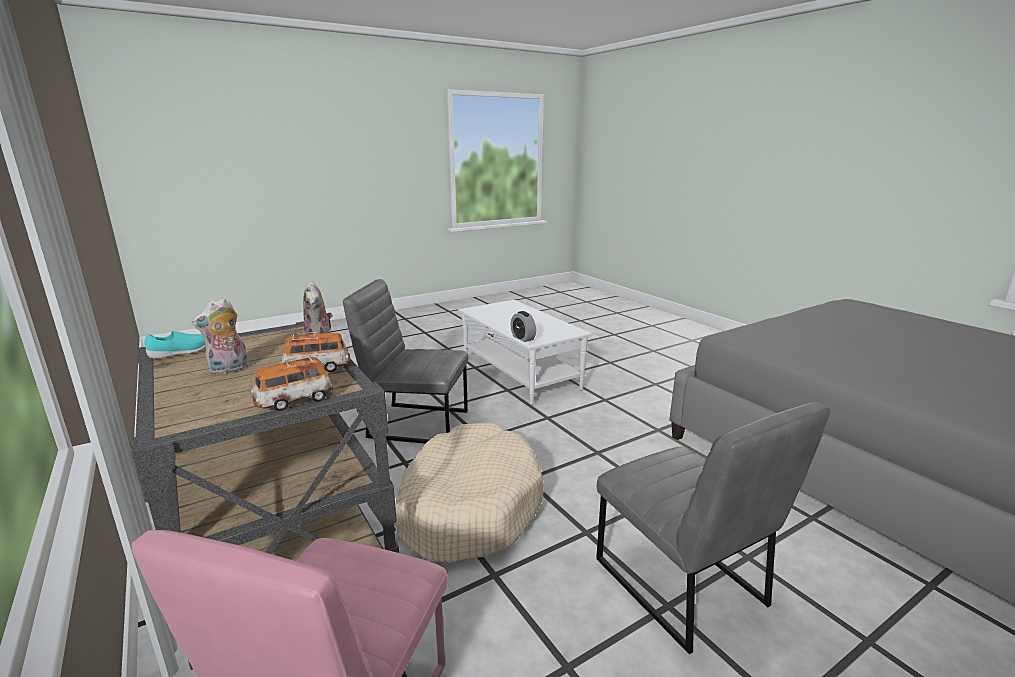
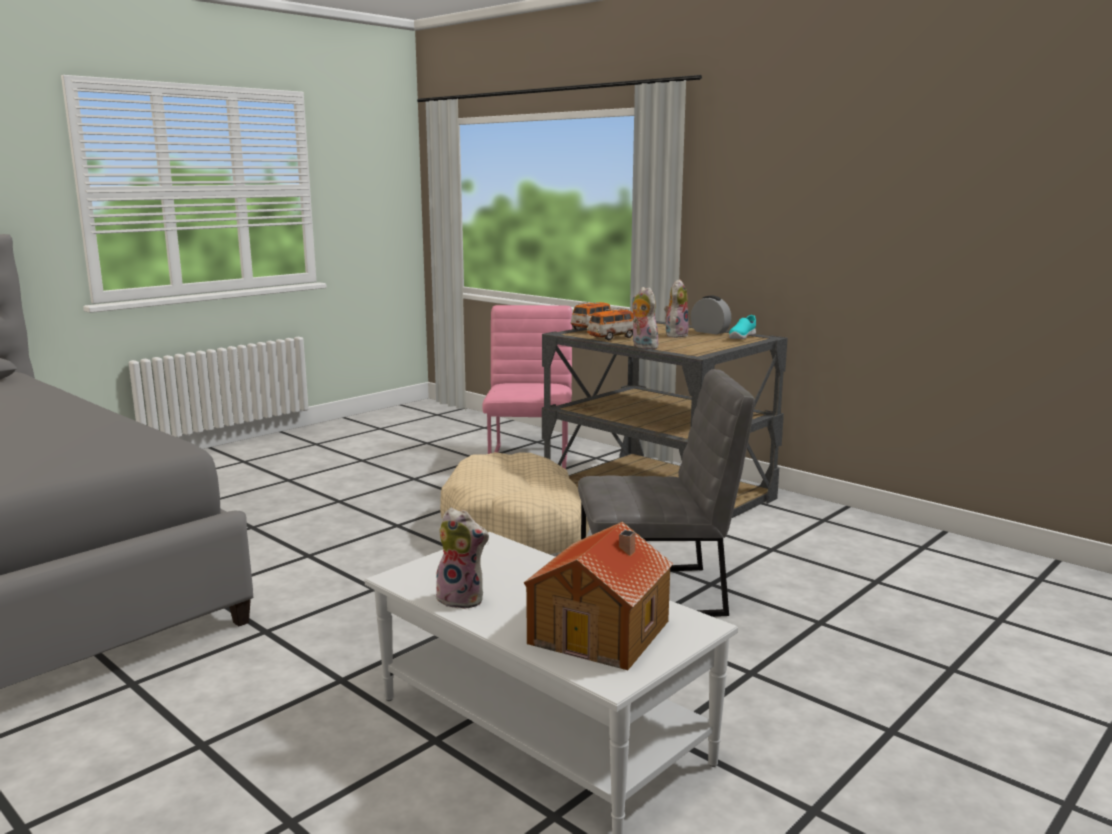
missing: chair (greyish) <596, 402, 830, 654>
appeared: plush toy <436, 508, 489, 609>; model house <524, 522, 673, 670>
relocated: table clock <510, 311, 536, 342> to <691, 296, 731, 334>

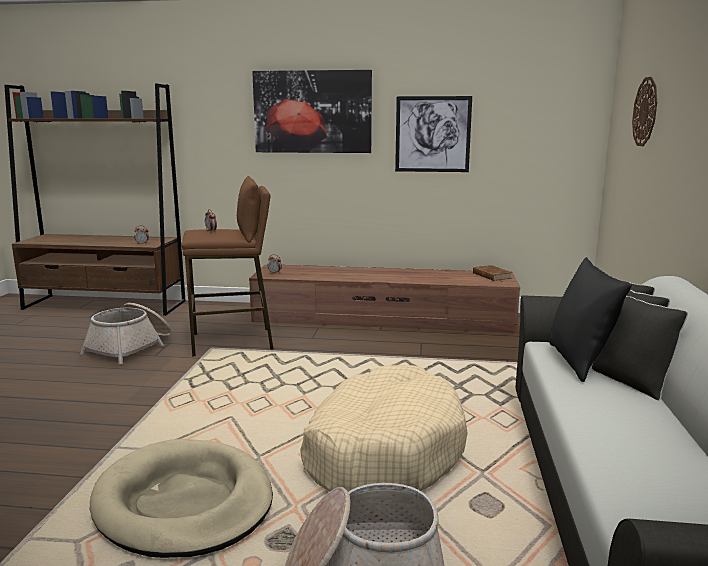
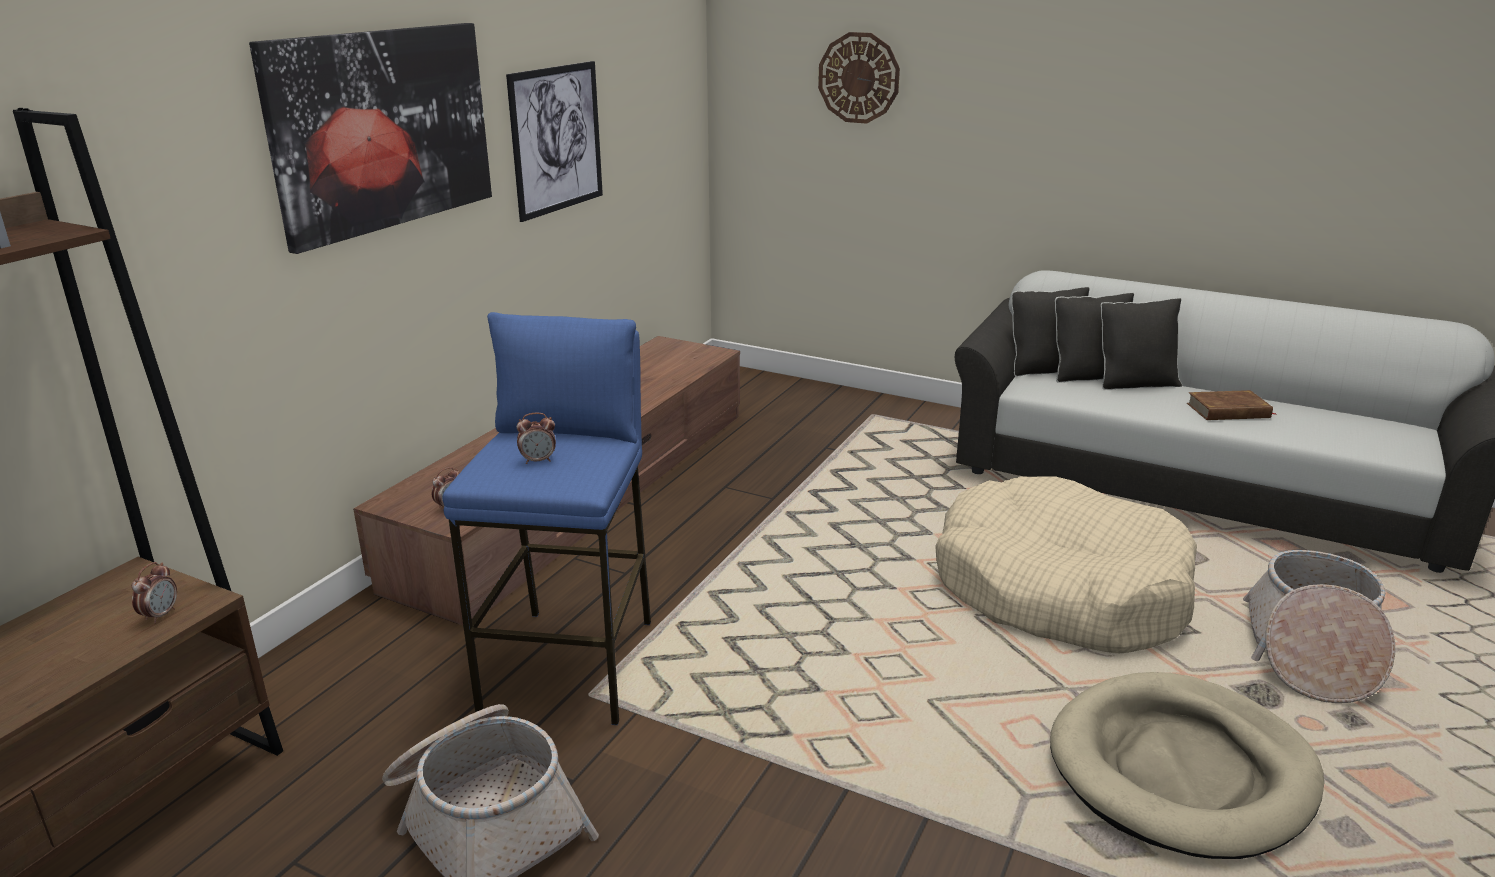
missing: pillow (black-coloured) <550, 257, 632, 382>
relocated: volume (brown) <473, 265, 513, 282> to <1187, 390, 1277, 420>
colour: stool (brown) <181, 176, 273, 357> to stool (bluish) <443, 312, 651, 725>

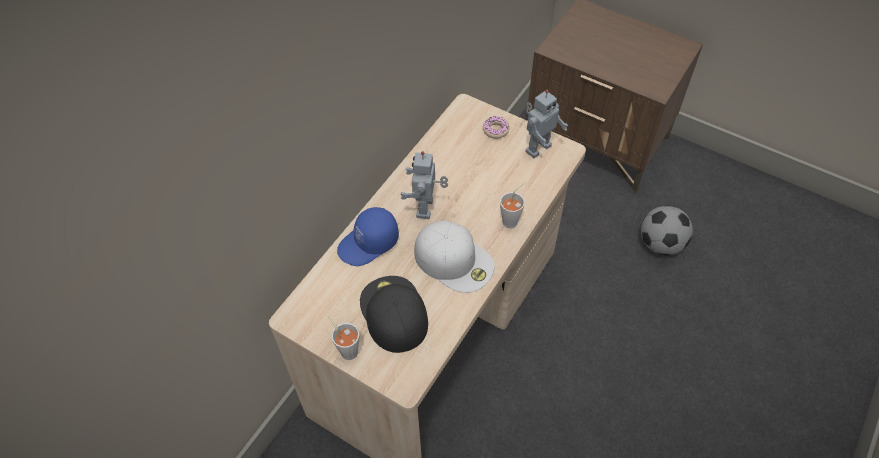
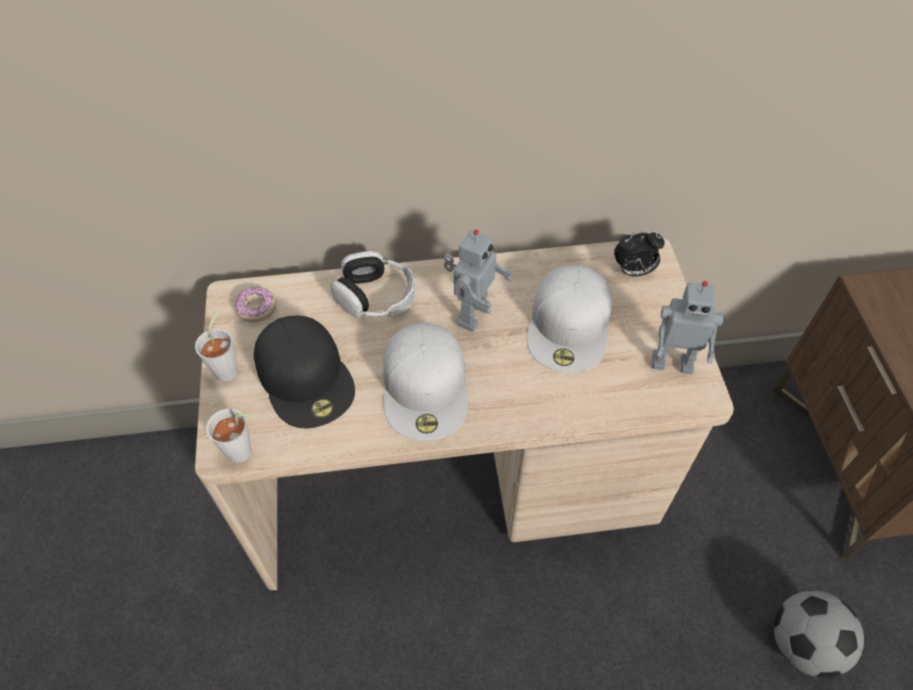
appeared: cap (white-coloured) <527, 265, 612, 373>; table clock <614, 231, 665, 277>
relocated: donut <483, 116, 510, 139> to <235, 287, 276, 322>; drinking cup (greyish) <500, 182, 525, 228> to <206, 408, 258, 463>
exchanged: cap (bluish) <337, 207, 399, 266> to headset <330, 251, 416, 318>
spun: cap (black-coloured) <360, 276, 428, 353> = <254, 315, 355, 428> 120 degrees clockwise; toy robot <400, 151, 448, 219> = <444, 230, 513, 332> 150 degrees clockwise

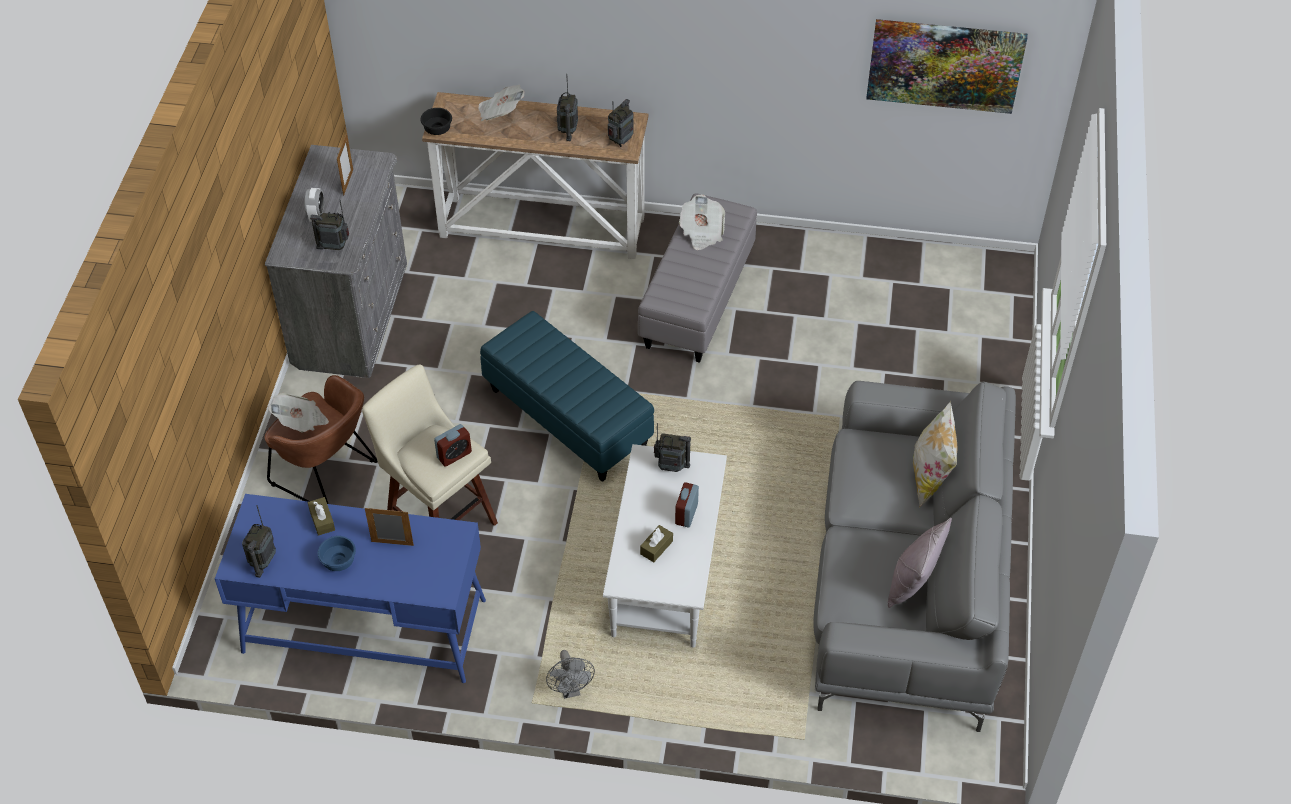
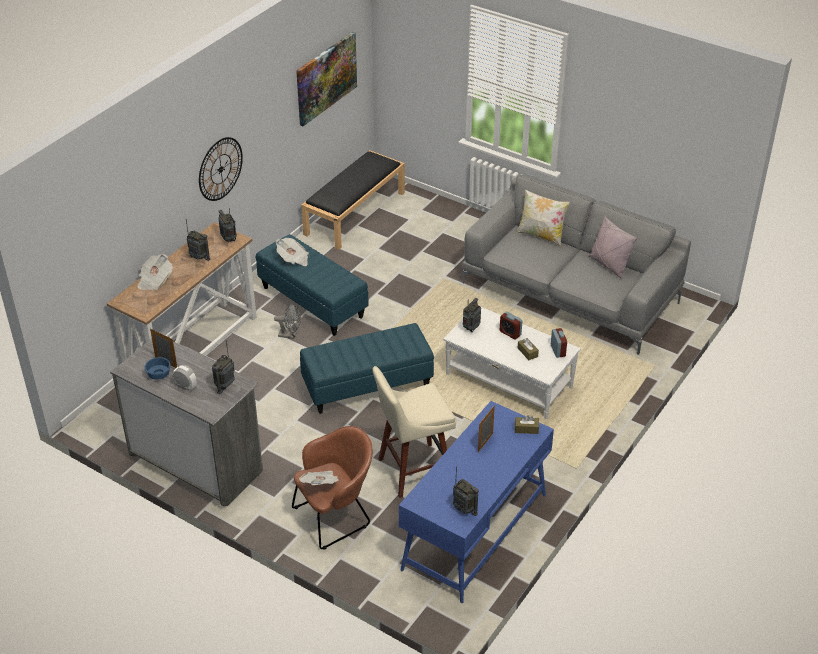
missing: serving bowl (black-coloured) <420, 108, 452, 135>
appeared: hanging clock <199, 137, 243, 201>; bench (black-coloured) <301, 150, 405, 250>
relocated: tissue box (brown) <307, 497, 335, 536> to <515, 415, 539, 434>; serving bowl (bluish) <318, 536, 356, 571> to <144, 357, 171, 380>; table clock <434, 424, 472, 467> to <551, 328, 567, 358>; electric fan (greyish) <546, 650, 595, 699> to <274, 304, 301, 339>
colour: footrest (greyish) <638, 193, 757, 363> to footrest (bluish) <256, 234, 369, 336>

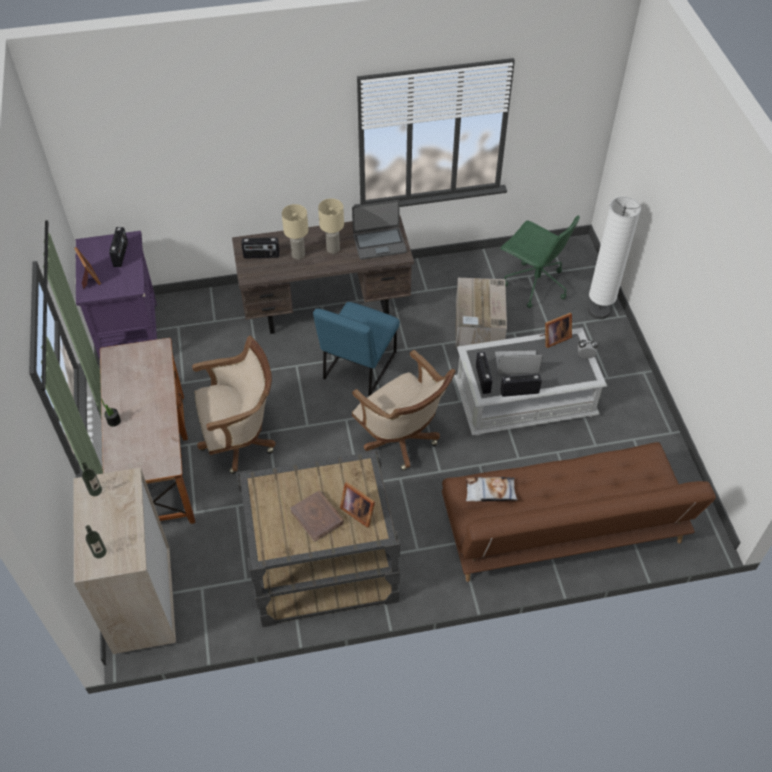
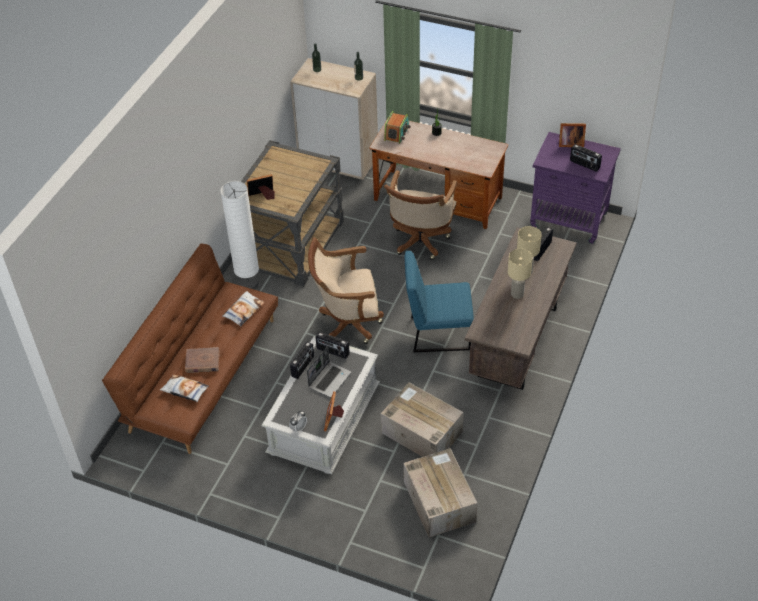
missing: portable computer <352, 200, 407, 260>
appeared: pillow <160, 374, 209, 402>; radio <384, 111, 411, 144>
relocated: volume (brown) <290, 490, 344, 542> to <185, 347, 219, 373>; standard lamp (white-coloured) <588, 197, 641, 319> to <220, 181, 259, 289>
exchanged: office chair (greenish) <500, 215, 580, 308> to cardboard box <404, 448, 477, 538>
spun: chair (bluish) <313, 302, 400, 396> = <405, 251, 474, 352> 60 degrees counterclockwise

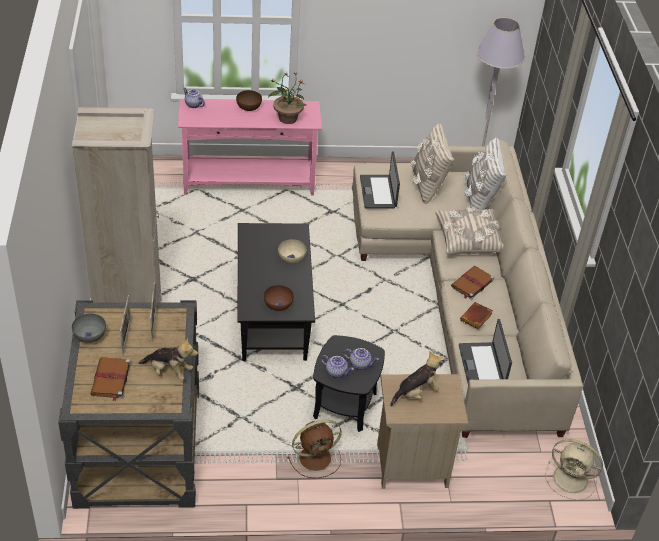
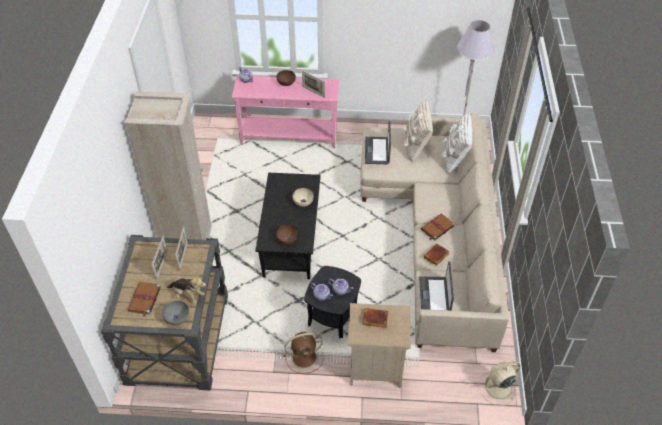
missing: pillow (beige) <435, 206, 504, 255>
relocated: serving bowl (greyish) <72, 313, 106, 343> to <162, 301, 189, 325>
exchanged: potted plant <268, 72, 306, 124> to photo frame <302, 71, 325, 98>; plush toy <390, 351, 443, 406> to volume (brown) <362, 308, 389, 328>
spun: electric fan (beige) <545, 439, 603, 500> = <478, 361, 520, 406> 120 degrees clockwise

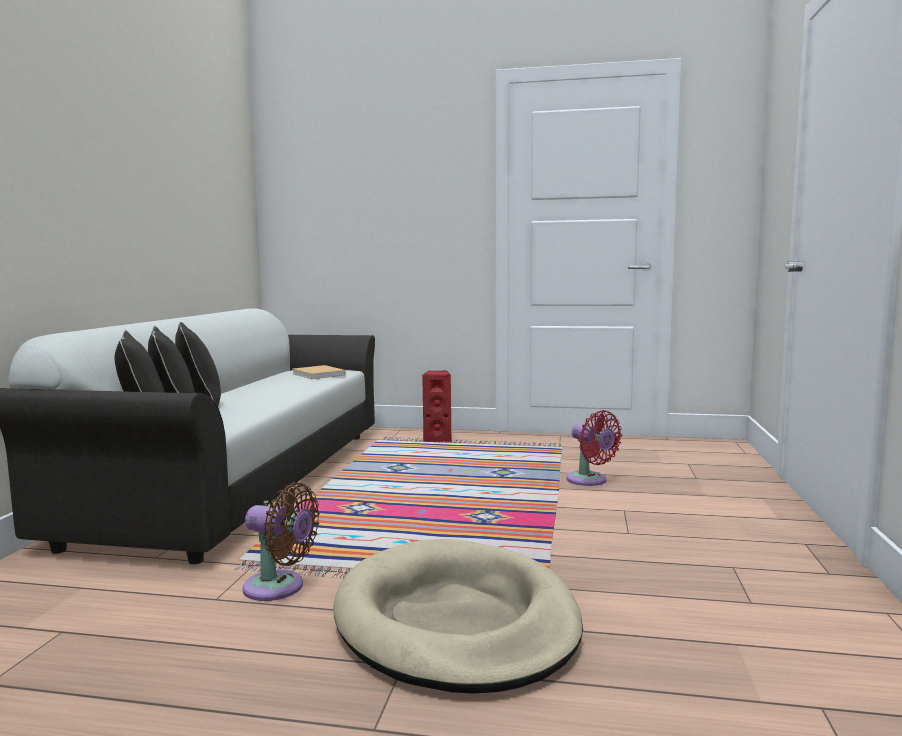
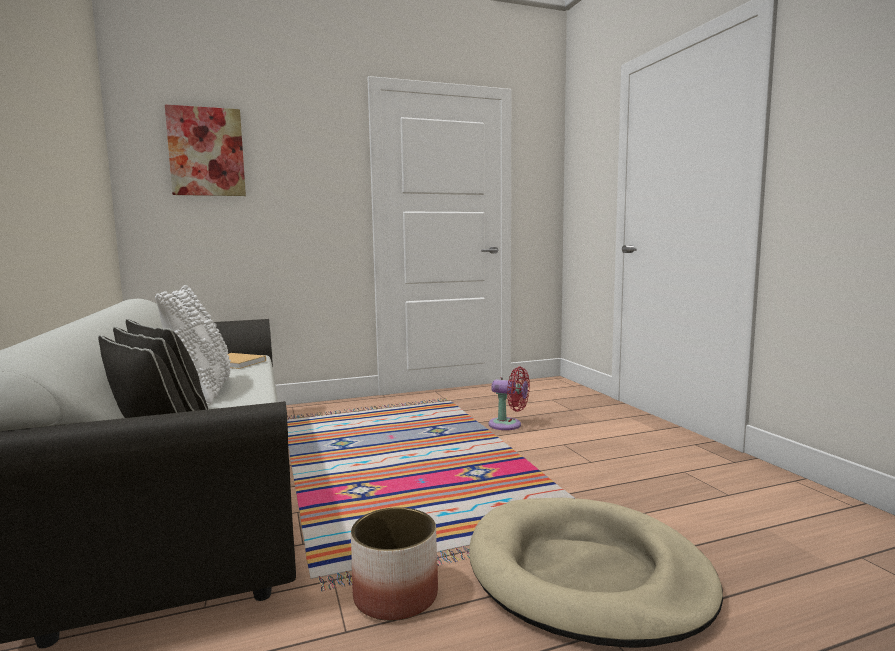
missing: audio speaker (red-coloured) <422, 371, 451, 442>
appeared: pillow (white-coloured) <155, 285, 231, 404>; wall picture <165, 105, 246, 196>
exchanged: electric fan (brown) <242, 482, 320, 601> to planter <351, 507, 438, 621>

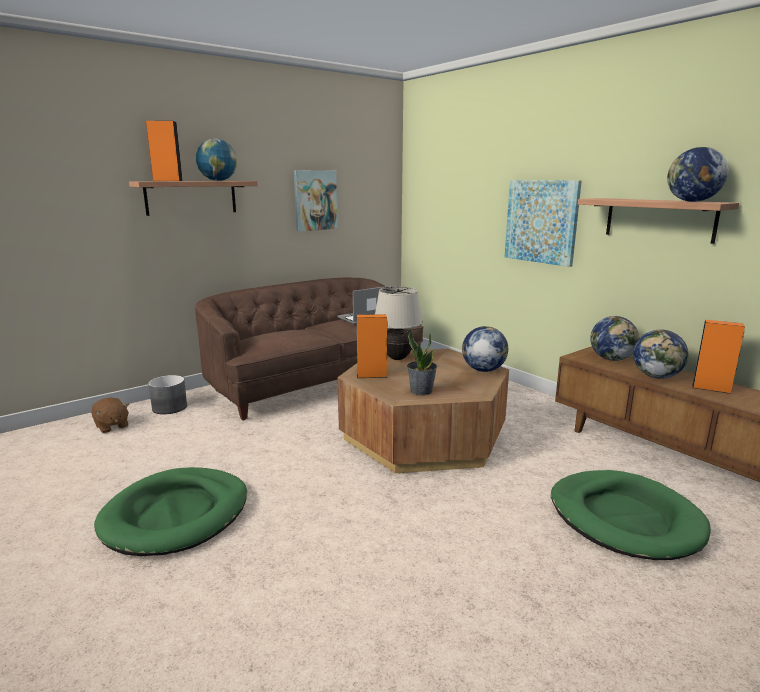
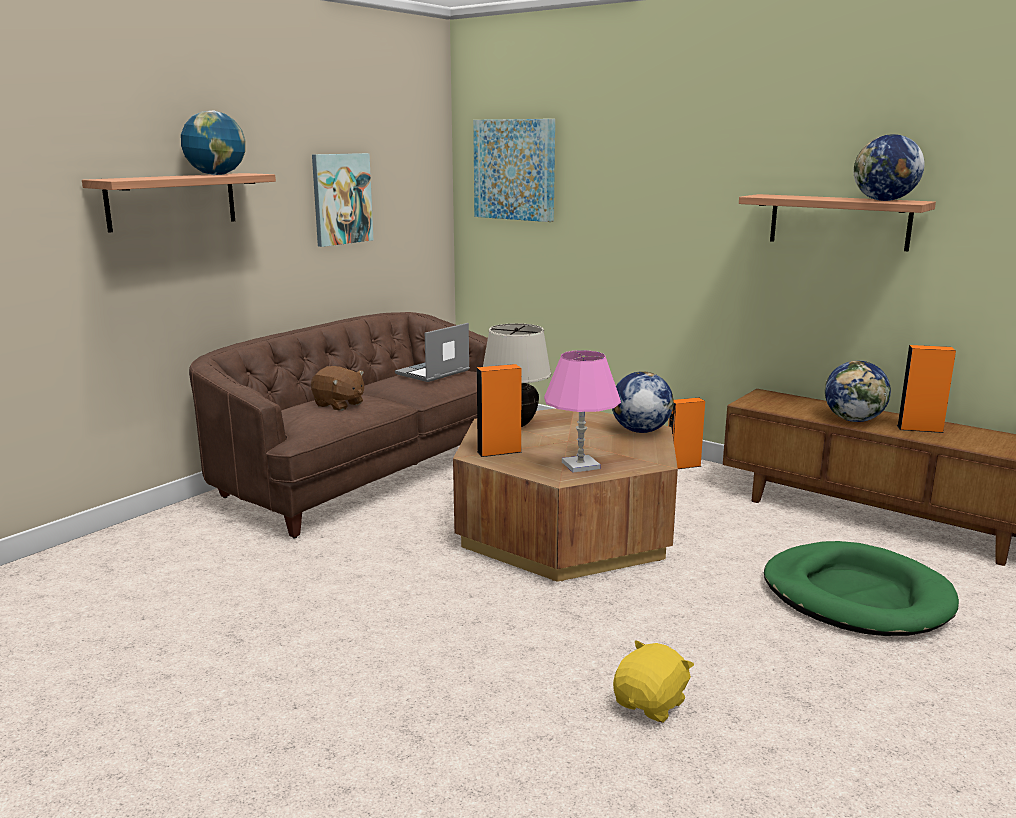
missing: dog cushion (greenish) <94, 467, 247, 556>; planter (greyish) <148, 375, 187, 414>; desk globe <590, 316, 640, 361>
appeared: plush toy (yellow) <613, 640, 694, 723>
relocated: plush toy (brown) <91, 398, 129, 433> to <311, 366, 364, 411>; audio speaker (orangey) <146, 121, 183, 181> to <668, 398, 705, 469>; wall picture <505, 180, 582, 267> to <473, 119, 555, 222>
exchanged: potted plant <407, 329, 437, 395> to lamp for a table (pink) <544, 350, 621, 473>

